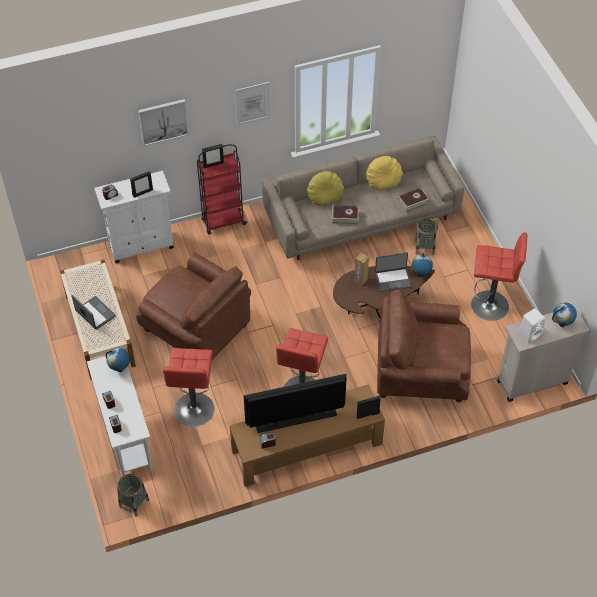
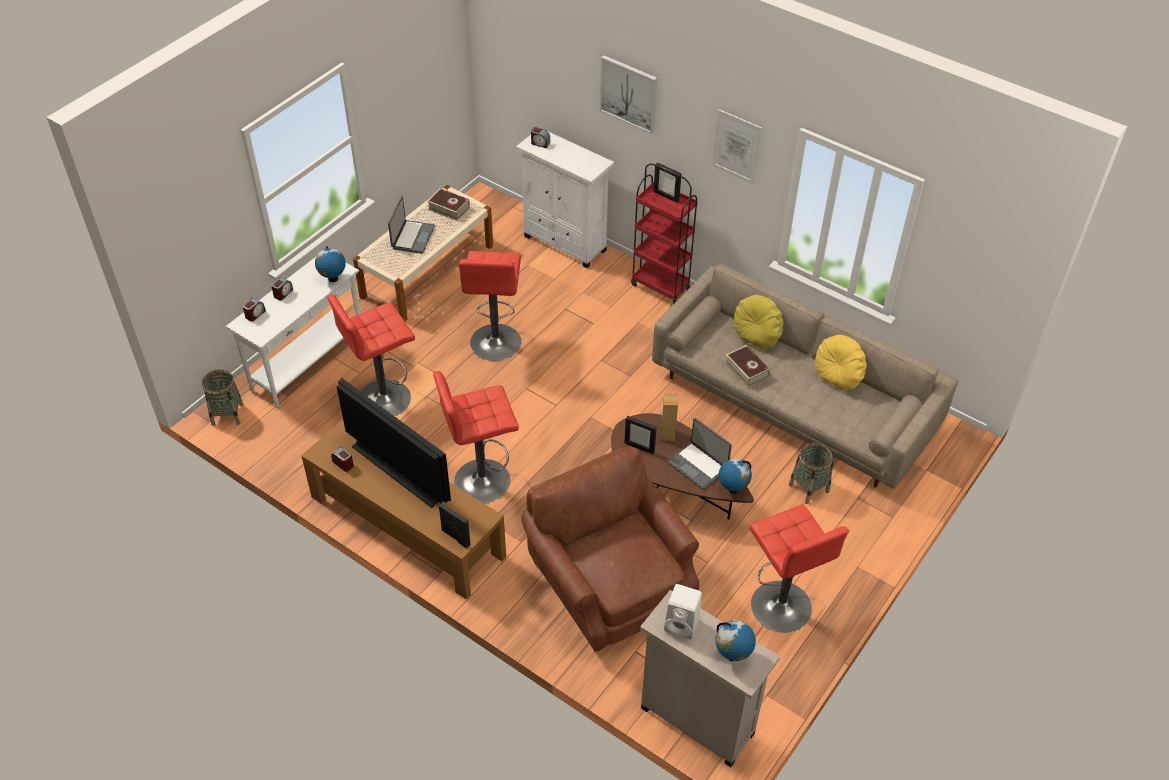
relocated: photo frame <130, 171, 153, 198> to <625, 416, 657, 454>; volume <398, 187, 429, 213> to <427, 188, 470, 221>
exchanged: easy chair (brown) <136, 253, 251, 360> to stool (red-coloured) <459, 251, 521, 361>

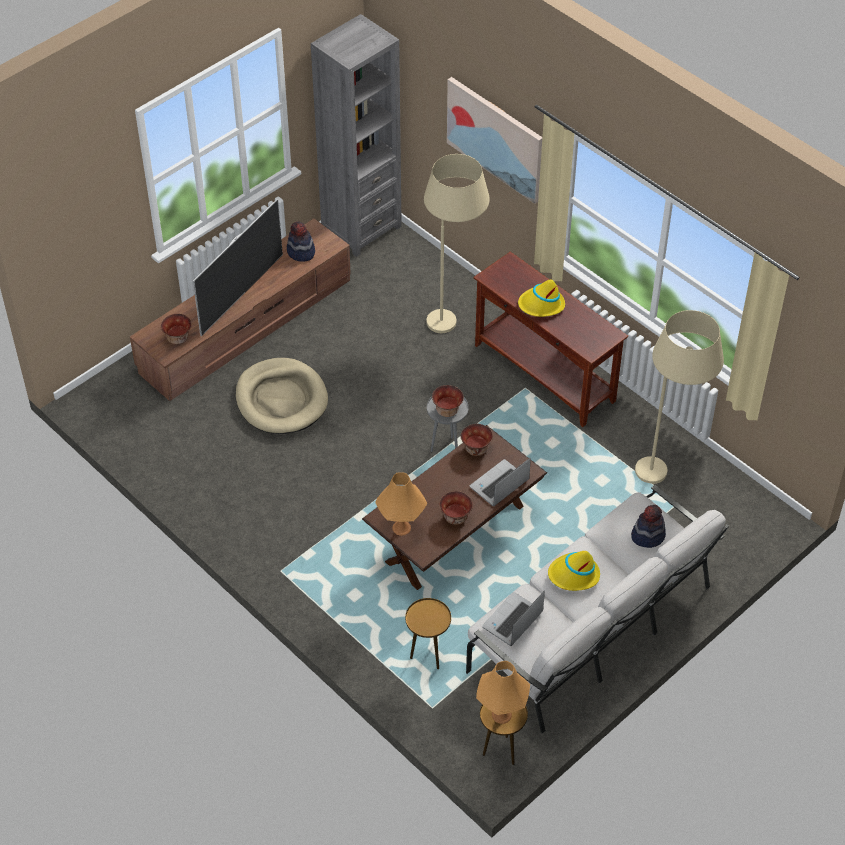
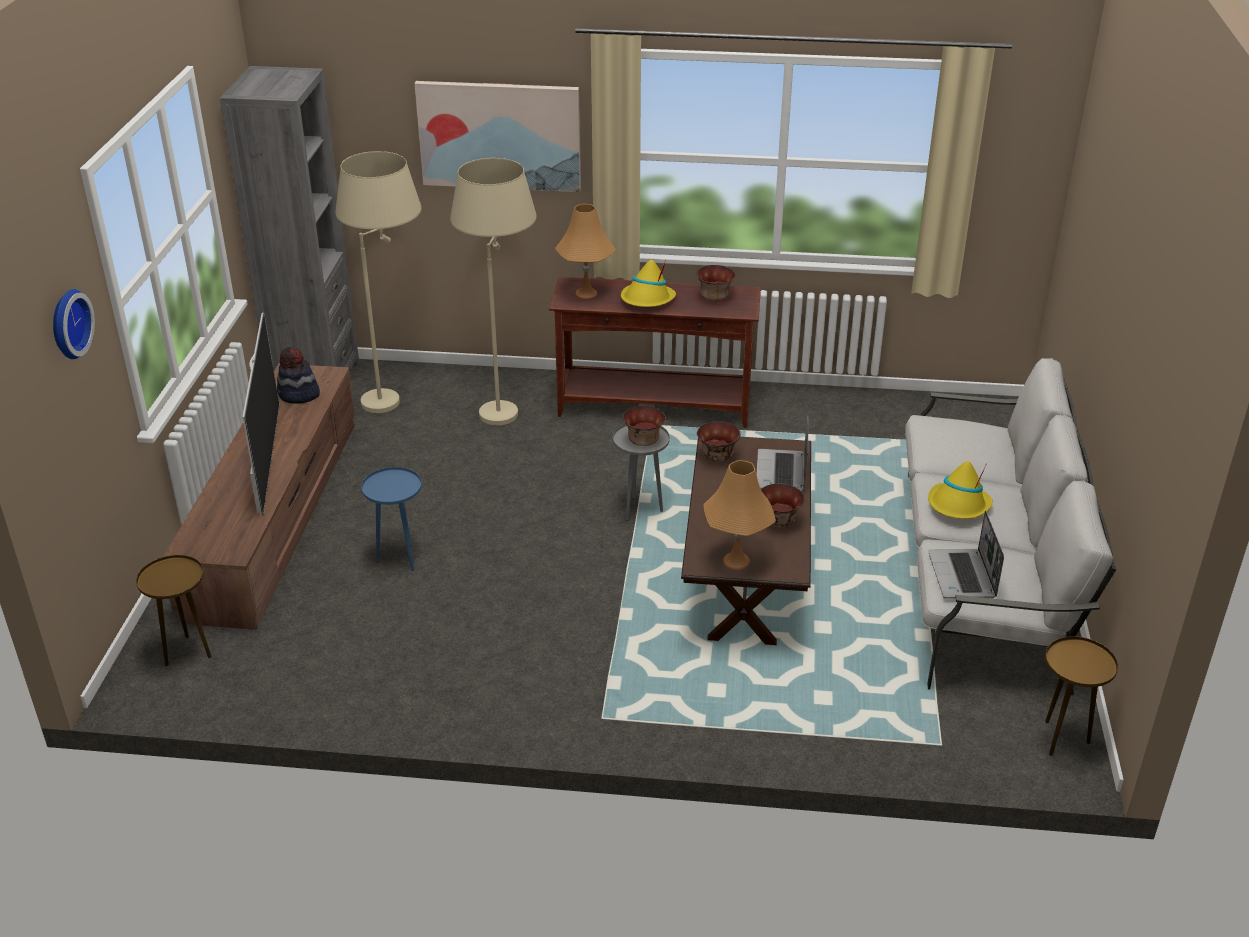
missing: clothing hat <631, 505, 666, 548>
appeared: hanging clock <53, 289, 95, 359>
relocated: serving bowl <161, 314, 192, 344> to <696, 265, 736, 301>; end table (brown) <405, 598, 451, 669> to <136, 555, 212, 666>; lamp for a table (orangey) <476, 661, 530, 724> to <555, 204, 616, 299>; standard lamp (beige) <635, 310, 724, 484> to <335, 151, 421, 413>
exchanged: dog cushion (beige) <236, 358, 328, 434> to end table (bluish) <361, 467, 422, 571>

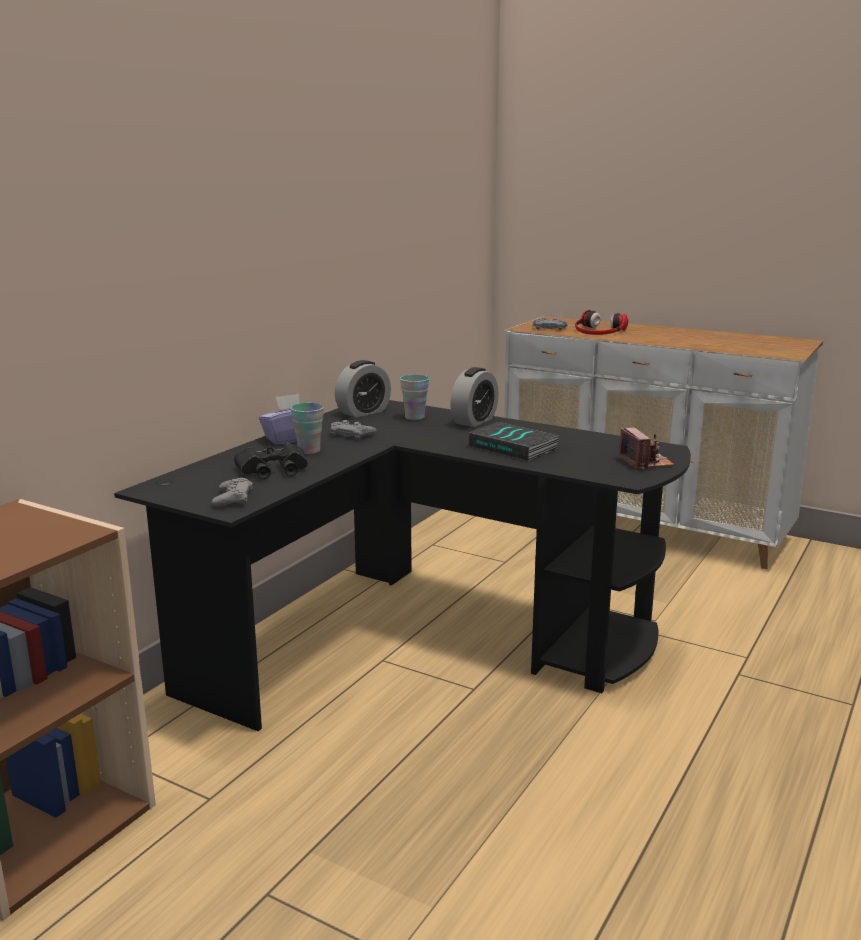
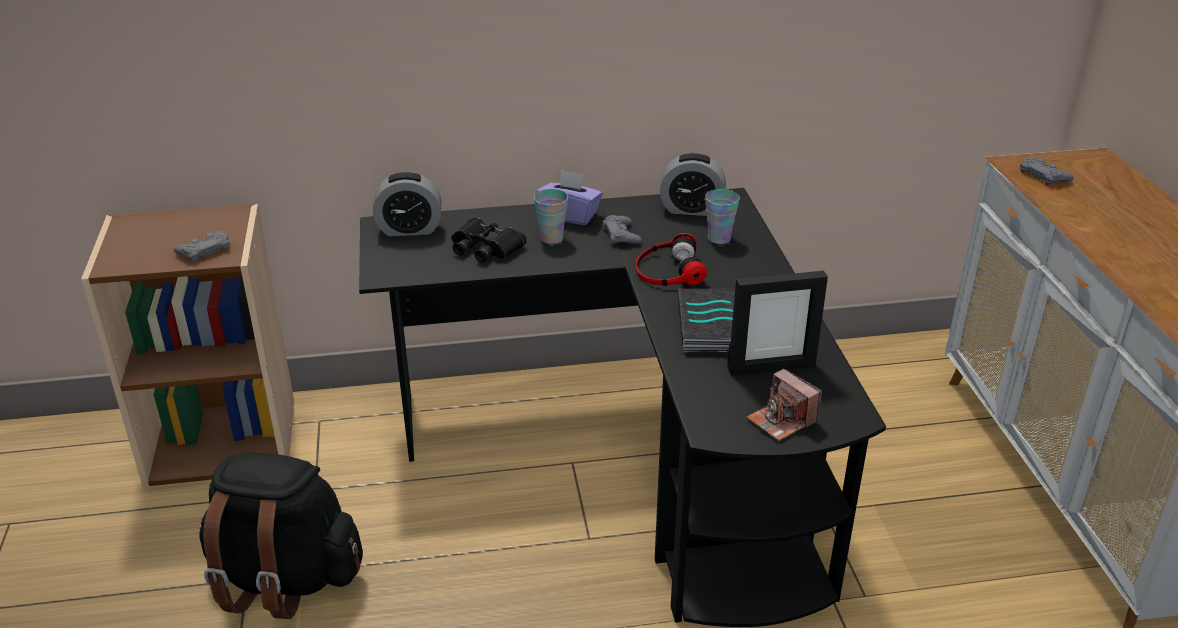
appeared: backpack (black-coloured) <199, 453, 363, 619>; photo frame <727, 271, 828, 376>
relocated: gamepad (greyish) <211, 478, 253, 507> to <174, 231, 230, 262>; table clock <450, 367, 499, 427> to <373, 172, 441, 236>; headset <575, 310, 628, 335> to <635, 233, 707, 286>
spun: photo camera <619, 427, 674, 469> = <746, 369, 822, 441> 105 degrees clockwise

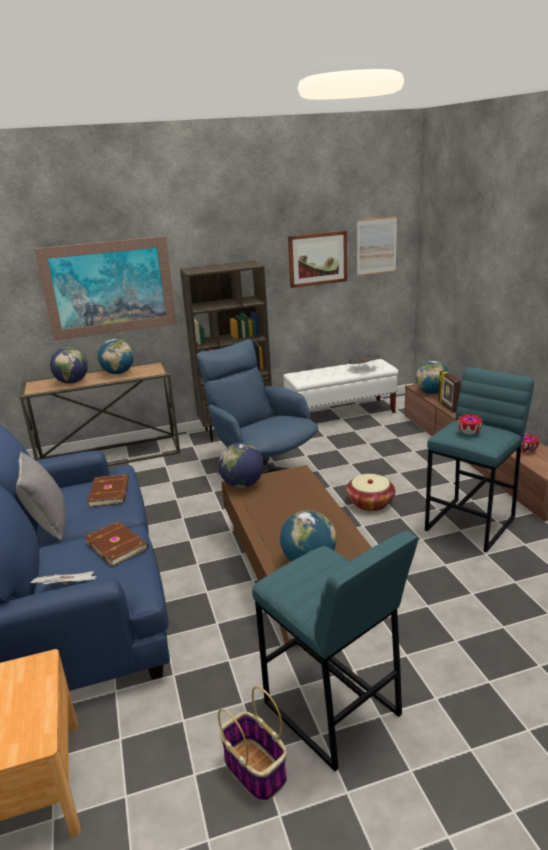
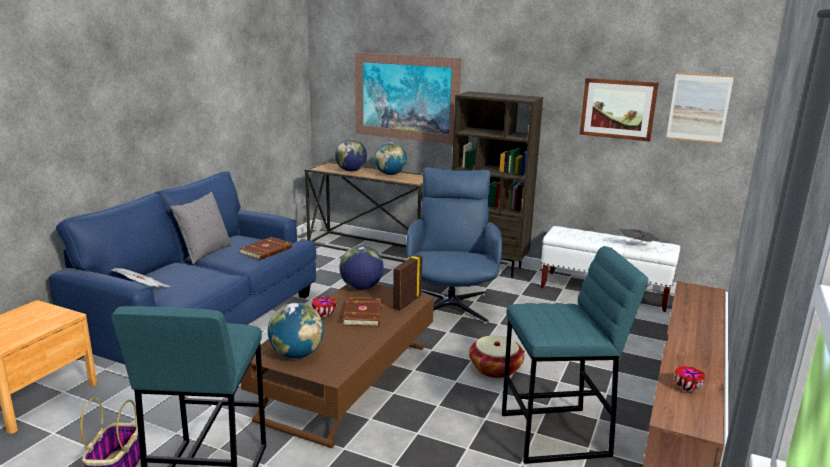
missing: desk globe <416, 361, 449, 394>
relocated: volume (brown) <84, 521, 148, 567> to <343, 297, 383, 326>; photo frame <438, 371, 461, 413> to <393, 255, 423, 311>; serving bowl <458, 414, 483, 435> to <312, 297, 336, 317>

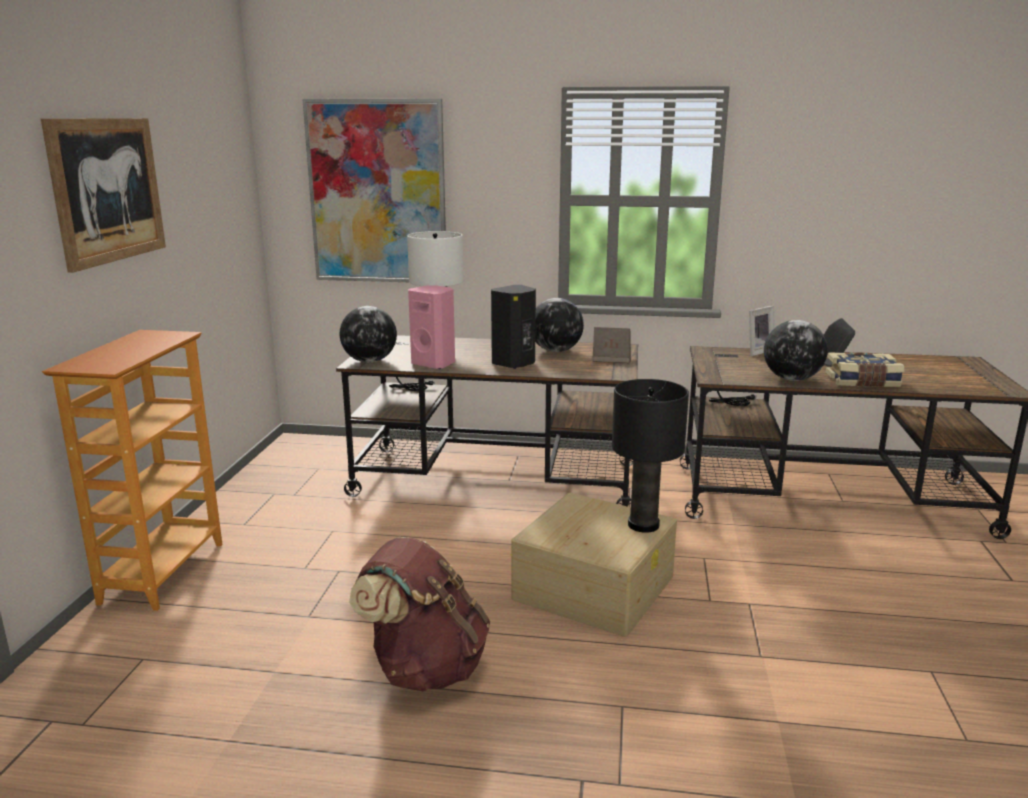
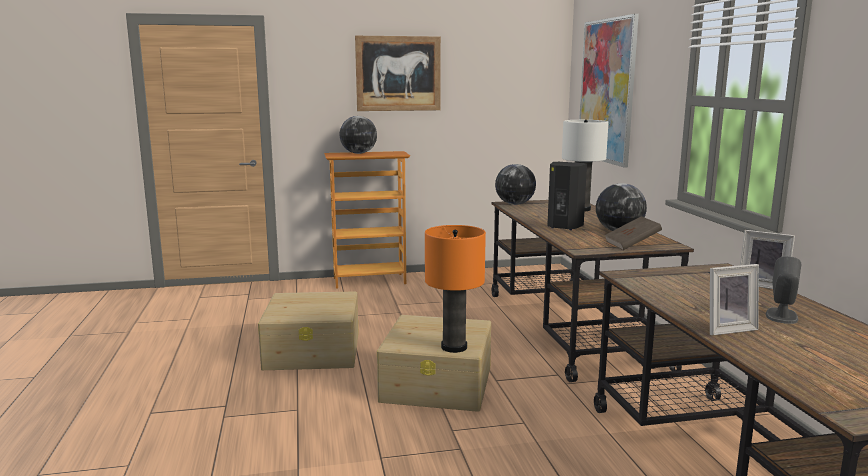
missing: audio speaker (pink) <408, 286, 455, 369>
relocated: desk globe <764, 320, 828, 381> to <340, 116, 377, 154>
exchanged: backpack (brown) <349, 537, 490, 692> to storage bin (beige) <258, 291, 359, 370>; volume <826, 352, 904, 387> to photo frame <710, 264, 759, 336>
colour: lamp for a table (black-coloured) <612, 379, 689, 533> to lamp for a table (orangey) <425, 225, 486, 353>

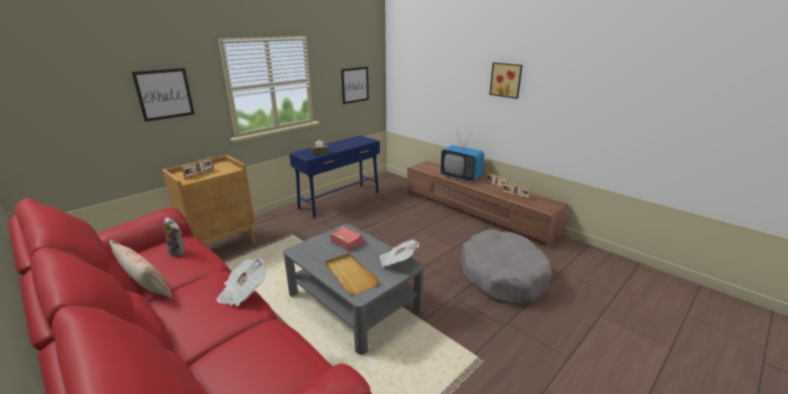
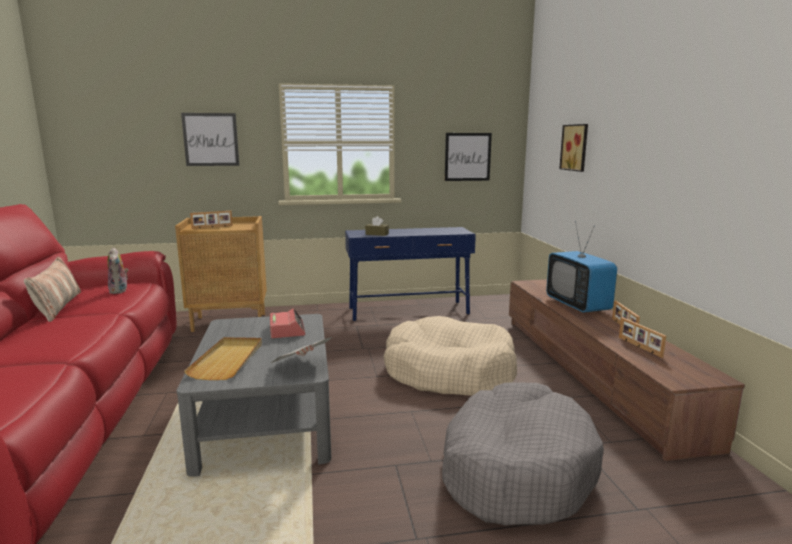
missing: printed paper <216, 258, 266, 306>
appeared: dog cushion (beige) <384, 316, 517, 396>
relocated: wall picture <489, 63, 522, 99> to <559, 124, 588, 172>

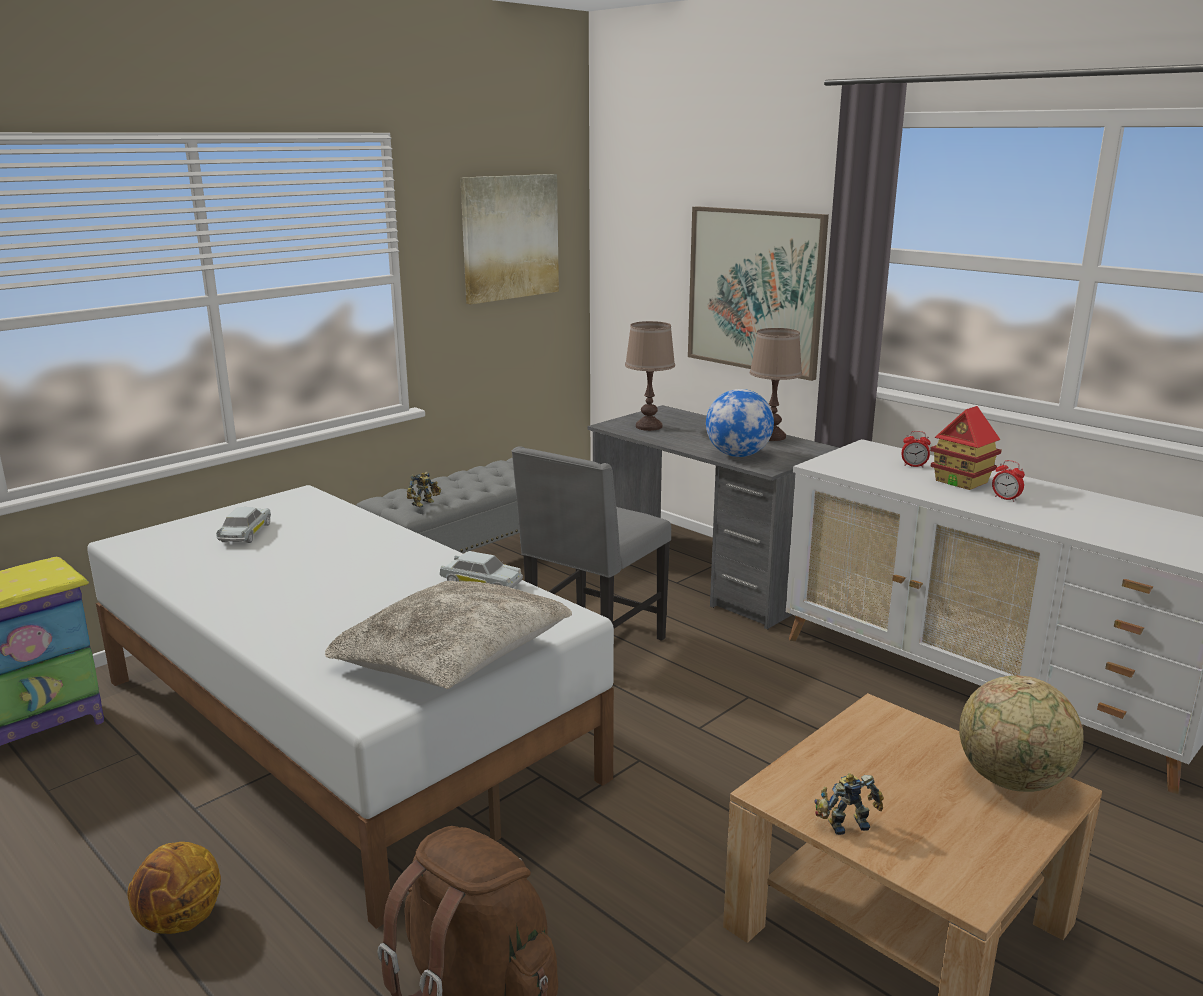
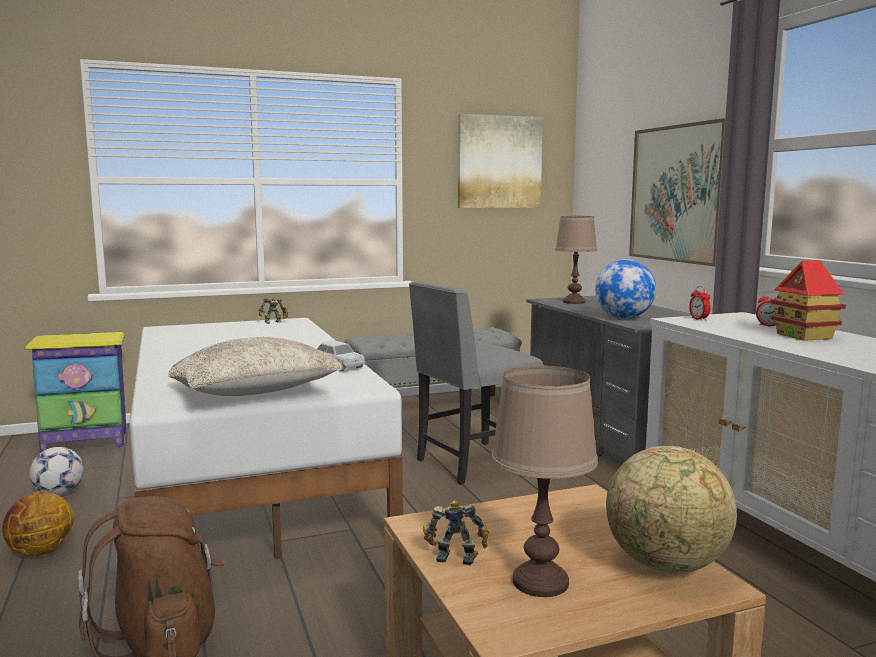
missing: miniature car (white-coloured) <216, 507, 271, 543>
appeared: ball for football <29, 447, 84, 495>
relocated: toy robot <407, 472, 441, 508> to <259, 297, 288, 324>; lamp for a table (brown) <750, 328, 802, 441> to <491, 365, 598, 597>; table clock <992, 460, 1025, 502> to <689, 286, 711, 321>

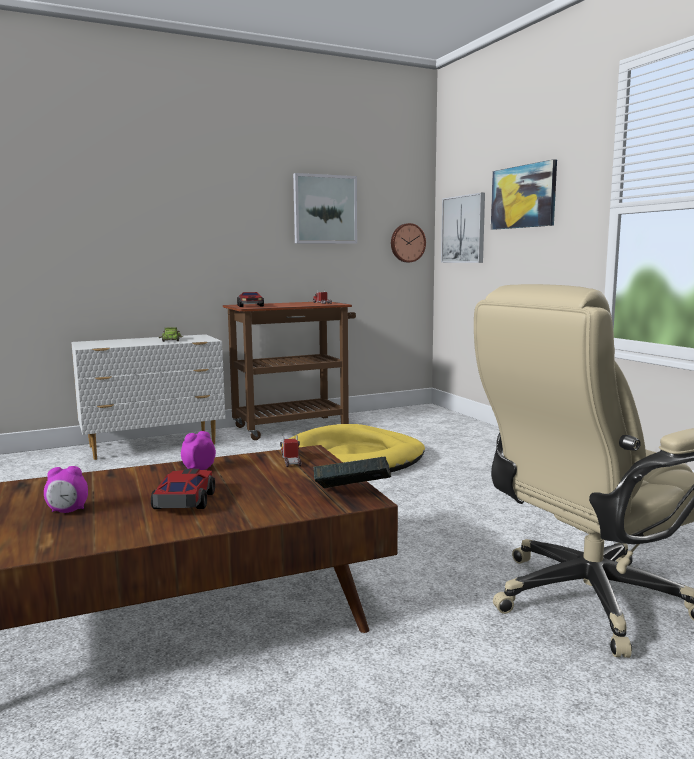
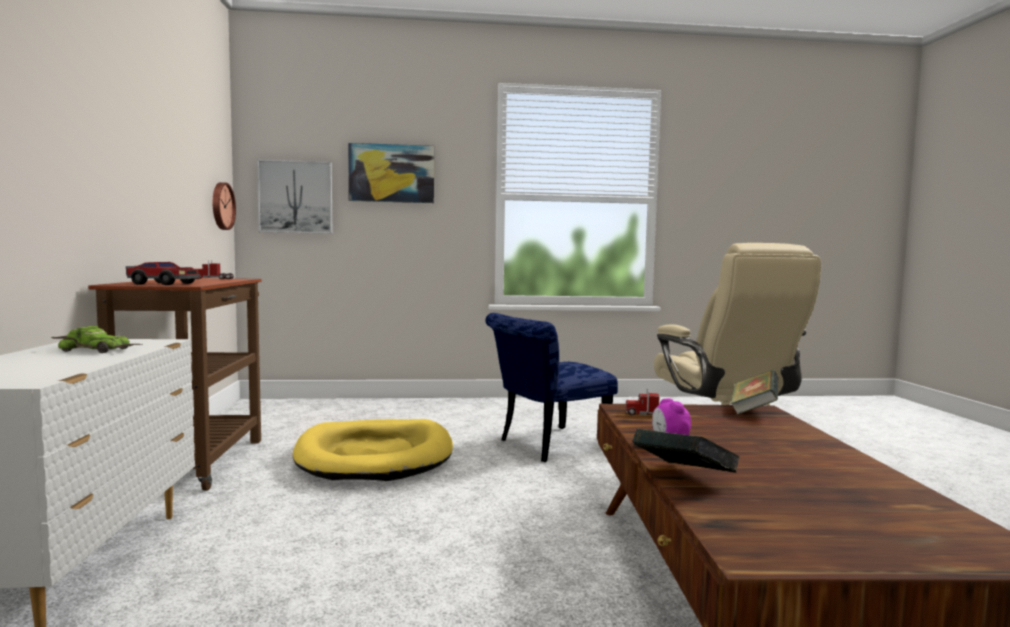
missing: table clock <44, 466, 88, 513>; miniature car <151, 469, 215, 509>; wall picture <293, 173, 357, 244>
appeared: chair (bluish) <485, 313, 618, 462>; volume <633, 429, 740, 473>

